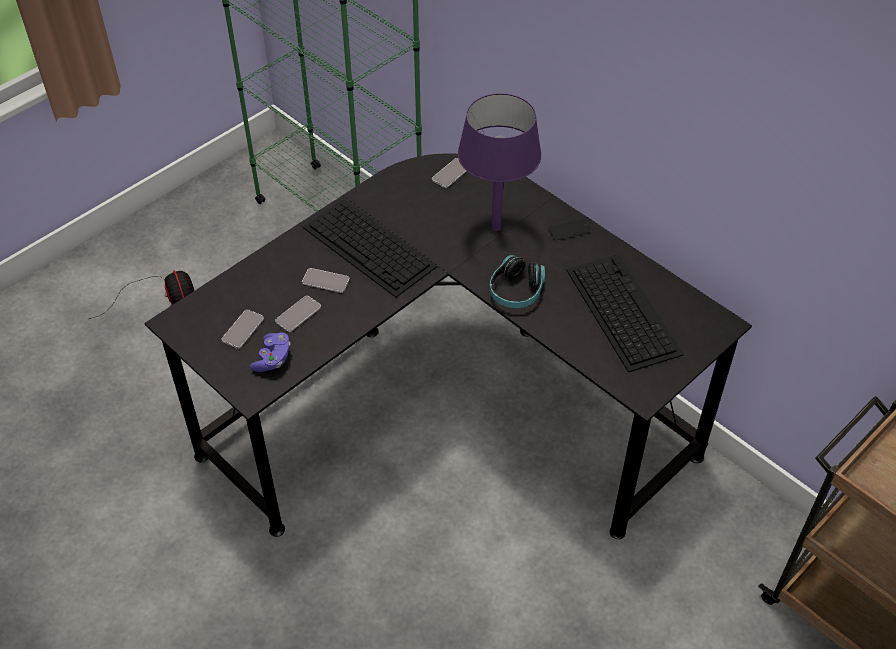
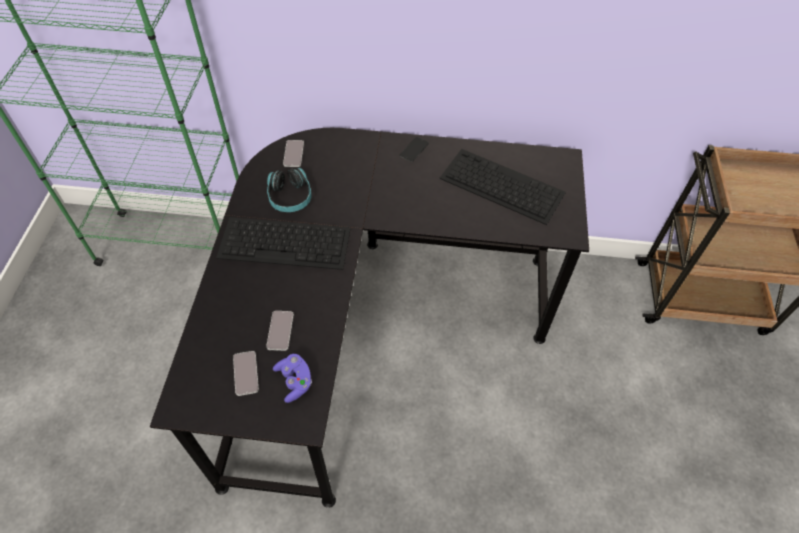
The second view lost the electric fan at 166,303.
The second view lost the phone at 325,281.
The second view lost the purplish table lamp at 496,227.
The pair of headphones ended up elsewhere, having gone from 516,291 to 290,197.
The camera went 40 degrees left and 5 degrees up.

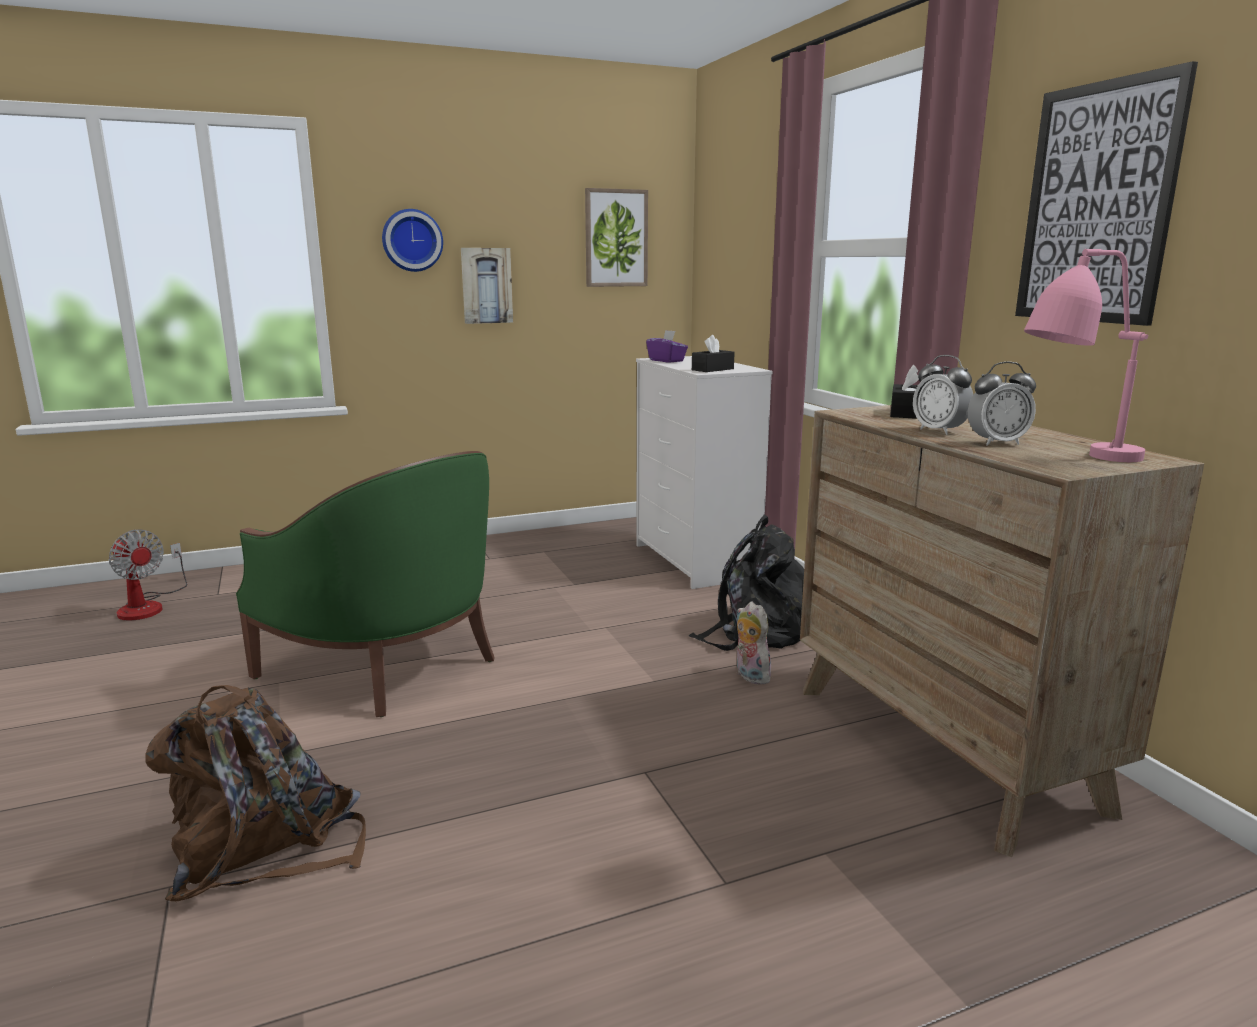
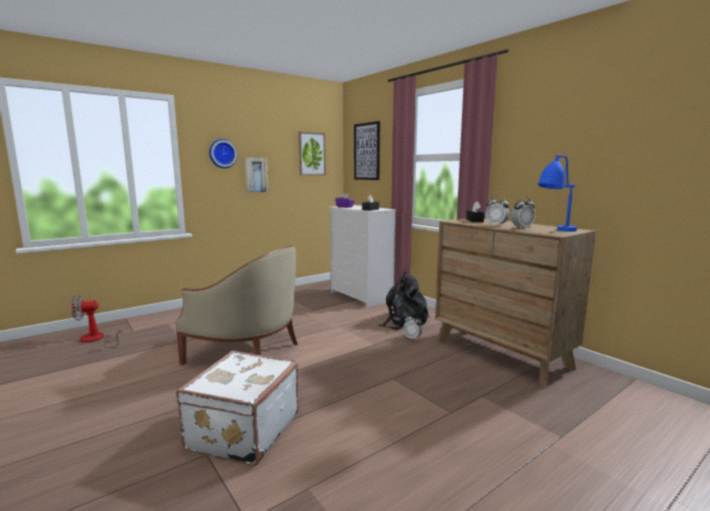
The electric fan at 148,606 ended up facing another way, 135 degrees clockwise from before.
Where the brownish rucksack stood at 265,846, the whitish piece of luggage came to stand at 242,431.
What was the green-coloured armchair at 386,664 turned into the beige armchair at 246,351.
Where the soft toy stood at 749,676, the table clock came to stand at 412,338.
The wall art ended up elsewhere, having gone from 1097,204 to 367,151.
What was the pink table lamp at 1072,460 turned into the blue table lamp at 555,231.
The camera went 15 degrees left and 5 degrees down.

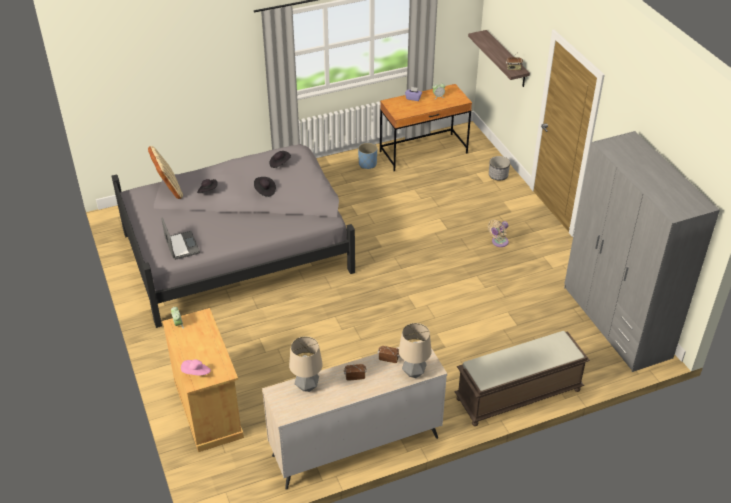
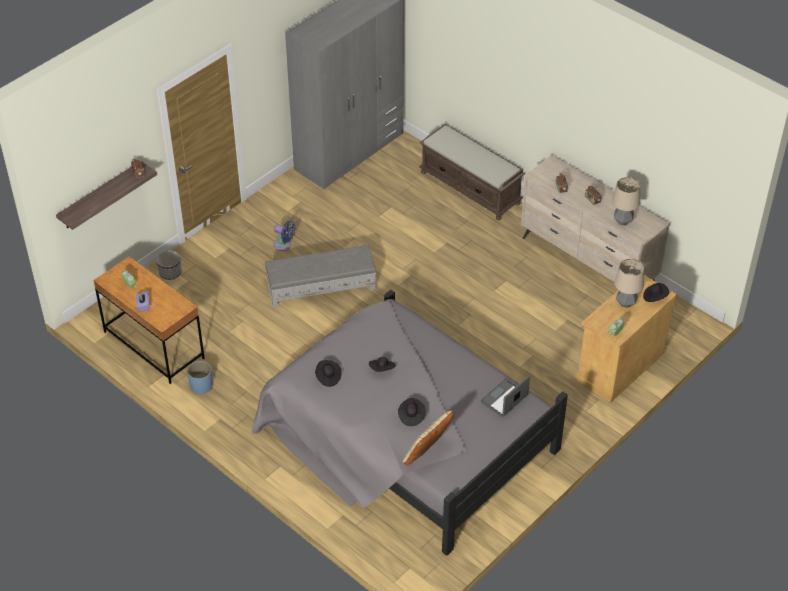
What was the pink wearable hat at 196,373 turned into the blackish wearable hat at 654,297.
The table lamp ended up elsewhere, having gone from 413,373 to 625,303.
What was the beige electric fan at 498,242 turned into the blue electric fan at 284,245.
The second view gained the gray footrest at 321,286.
The camera went 115 degrees left and 5 degrees up.

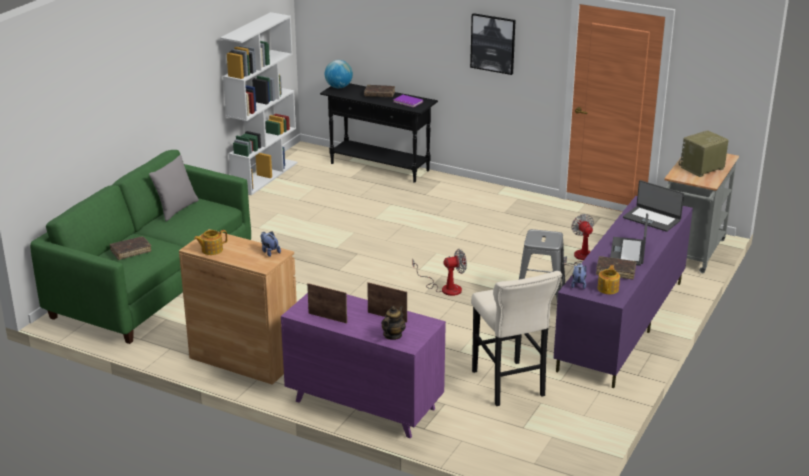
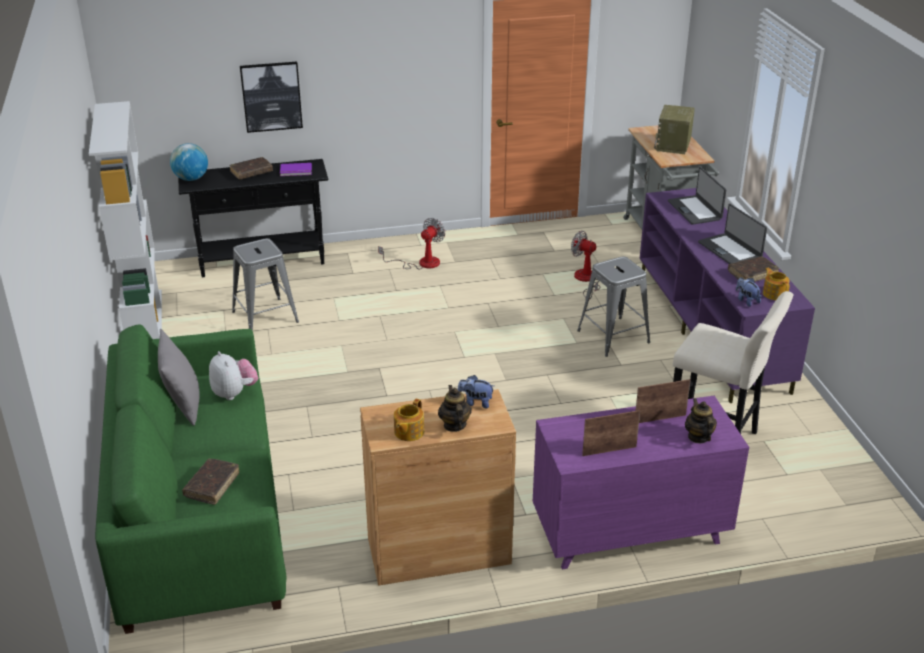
The electric fan ended up elsewhere, having gone from 445,288 to 421,263.
The wall art ended up elsewhere, having gone from 493,43 to 271,96.
The portable computer at 652,219 ended up facing another way, 75 degrees clockwise from before.
The second view gained the soft toy at 234,393.
The second view gained the gray stool at 265,317.
The second view gained the teapot at 454,425.
The camera went 40 degrees left and 5 degrees up.

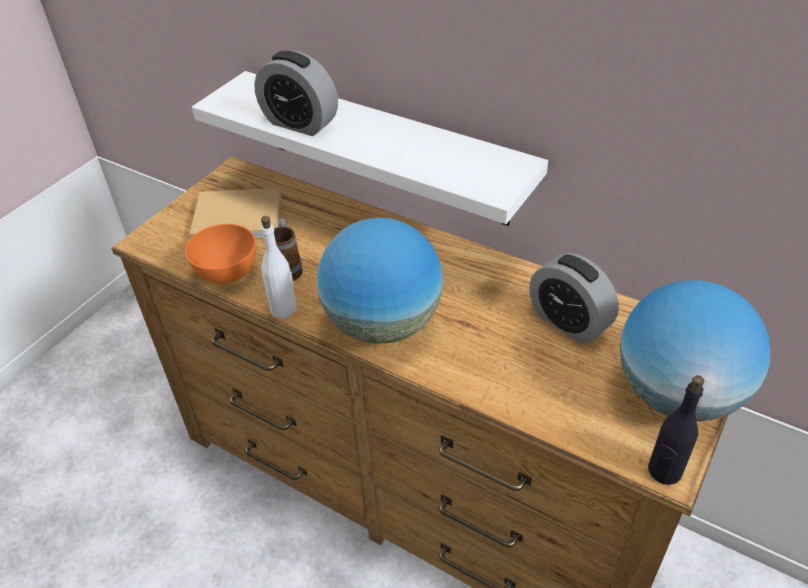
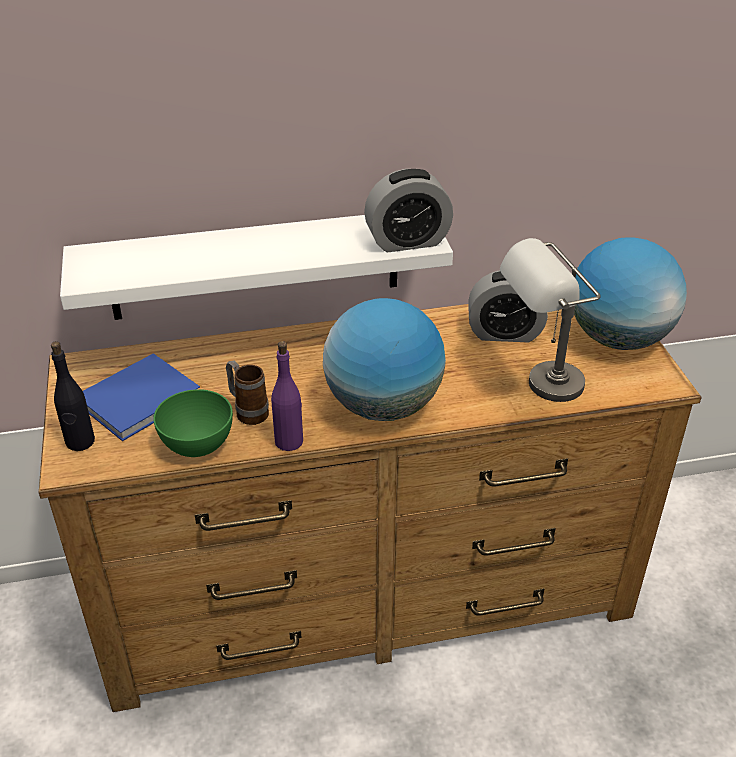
What was the orange deep dish at 228,273 turned into the green-coloured deep dish at 198,444.
What was the beige book at 241,217 turned into the blue book at 142,398.
The table clock ended up elsewhere, having gone from 300,123 to 407,241.
What was the whitish beverage bottle at 284,309 turned into the purplish beverage bottle at 289,441.
The blackish beverage bottle ended up elsewhere, having gone from 664,471 to 80,442.
The second view gained the gray table lamp at 539,389.
The camera went 45 degrees left and 5 degrees down.

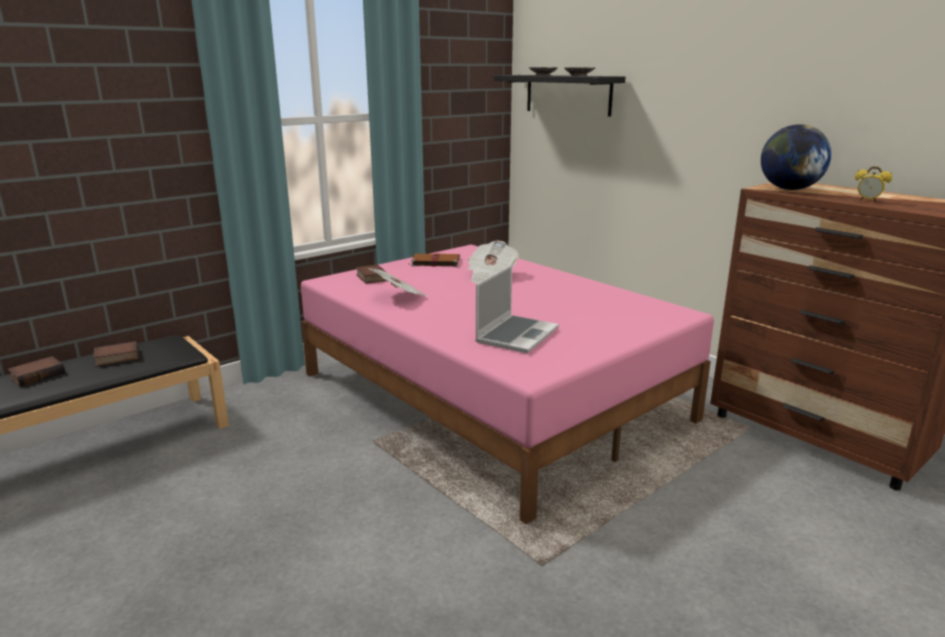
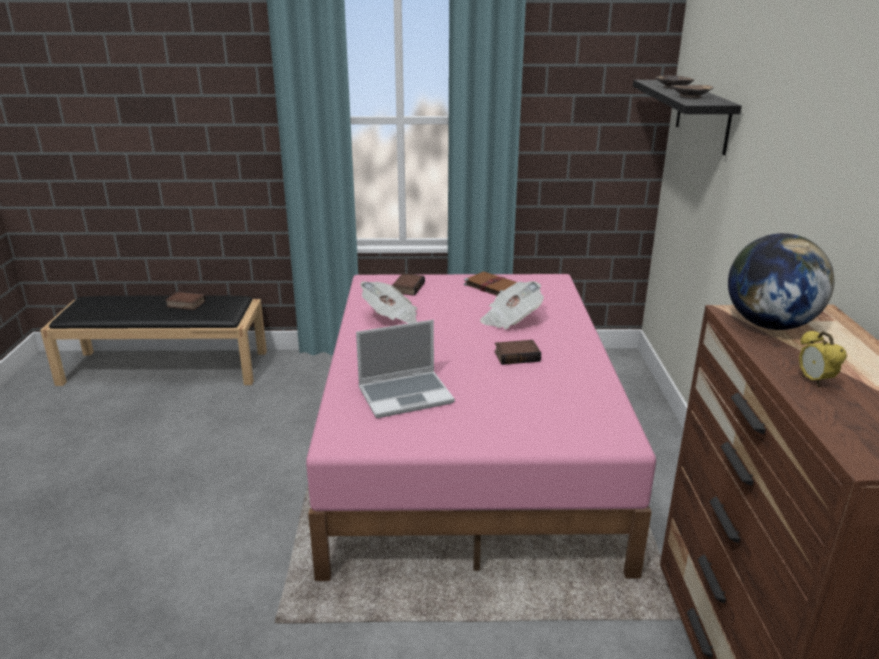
The book ended up elsewhere, having gone from 38,375 to 517,356.
The camera went 40 degrees right and 5 degrees up.

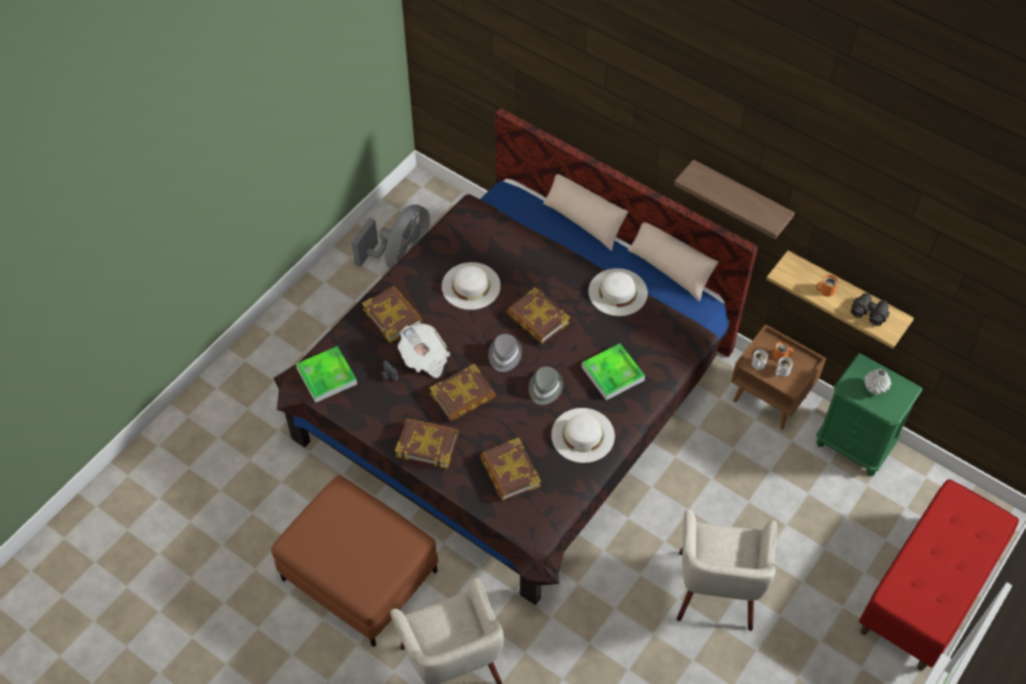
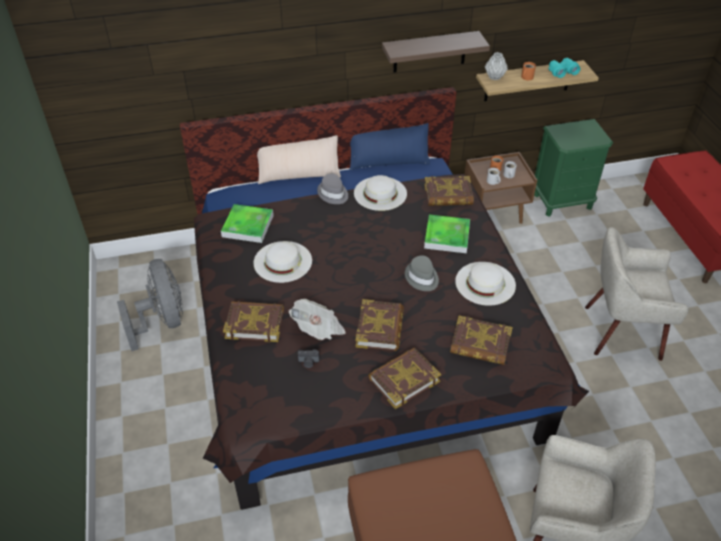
The carrying tray ended up elsewhere, having gone from 327,376 to 248,226.
The gray wearable hat ended up elsewhere, having gone from 504,355 to 333,194.
The book ended up elsewhere, having gone from 537,319 to 448,195.
What was the beige pillow at 670,269 turned into the blue pillow at 388,161.
The beige armchair at 716,591 ended up facing another way, 135 degrees clockwise from before.
What was the blackish field glasses at 869,312 turned into the turquoise-coloured field glasses at 562,72.
The gray flower vase ended up elsewhere, having gone from 874,388 to 494,77.
The camera went 50 degrees left and 10 degrees down.

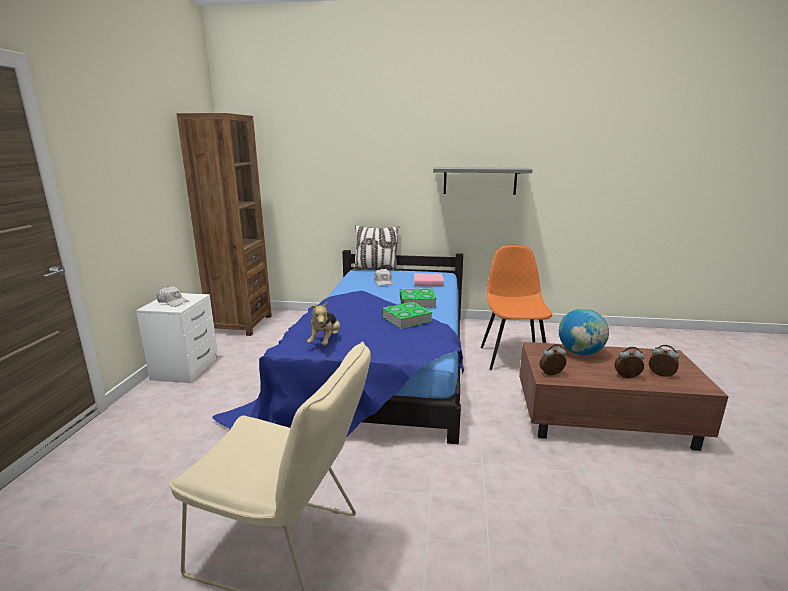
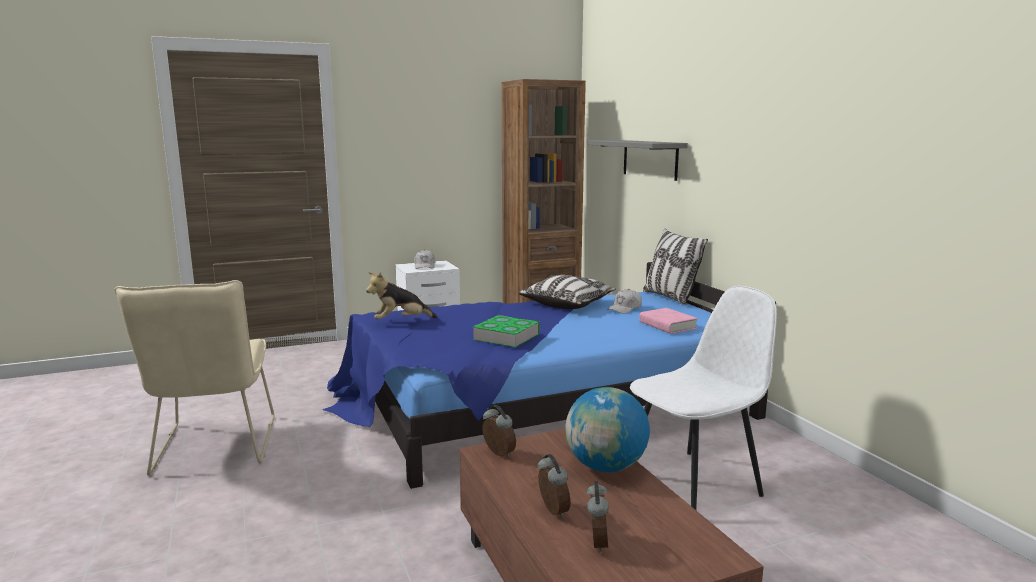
The second view lost the book at 417,302.
The gray shelf ended up elsewhere, having gone from 480,180 to 650,159.
What was the orange plain chair at 513,357 turned into the whitish plain chair at 694,483.
The second view gained the pillow at 567,304.
The camera went 60 degrees right and 5 degrees down.

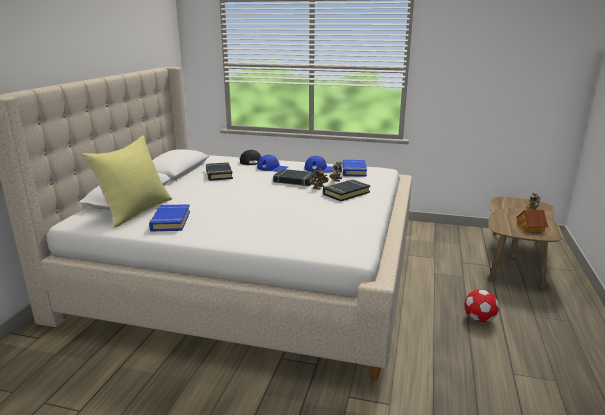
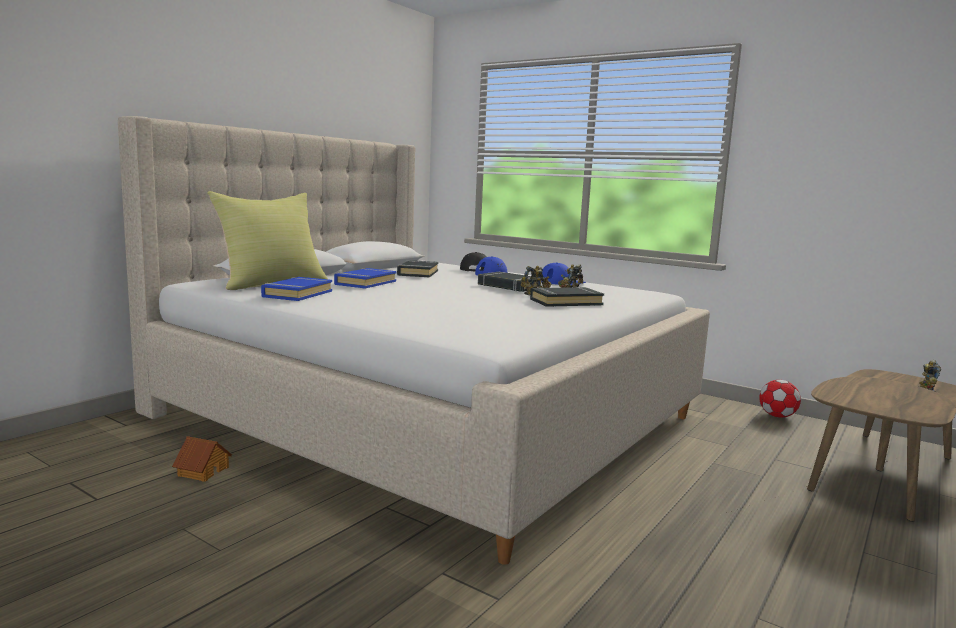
The blue book ended up elsewhere, having gone from 354,171 to 365,283.
The ball for football ended up elsewhere, having gone from 479,319 to 777,416.
The toy house ended up elsewhere, having gone from 530,227 to 202,471.
The camera went 20 degrees right and 10 degrees down.

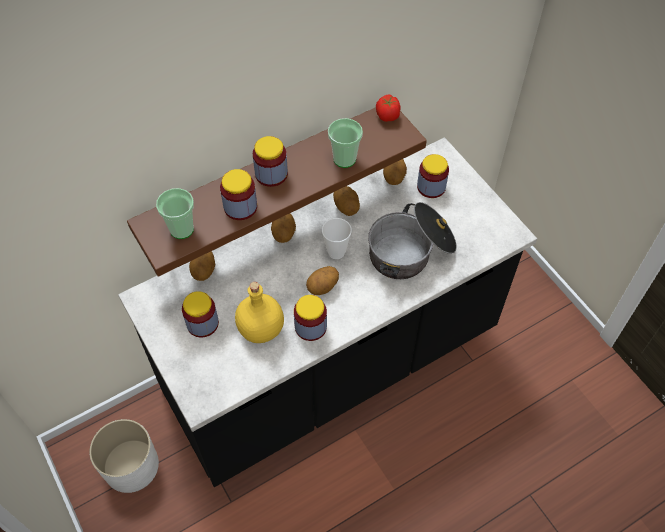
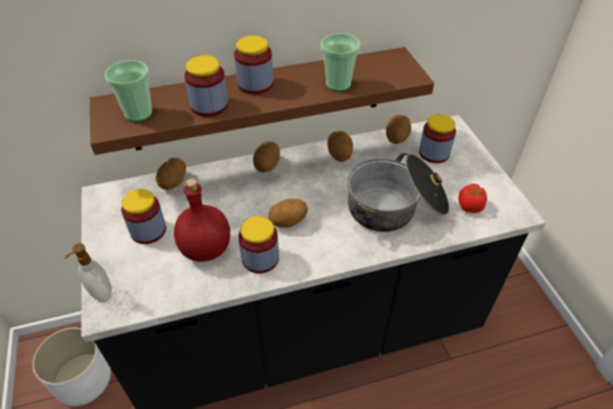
What was the yellow-coloured beverage bottle at 261,328 turned into the red beverage bottle at 206,248.
The second view lost the small cup at 336,252.
The fresh tomato ended up elsewhere, having gone from 387,116 to 469,207.
The second view gained the soap dispenser at 100,294.
The camera went 15 degrees right and 10 degrees down.

